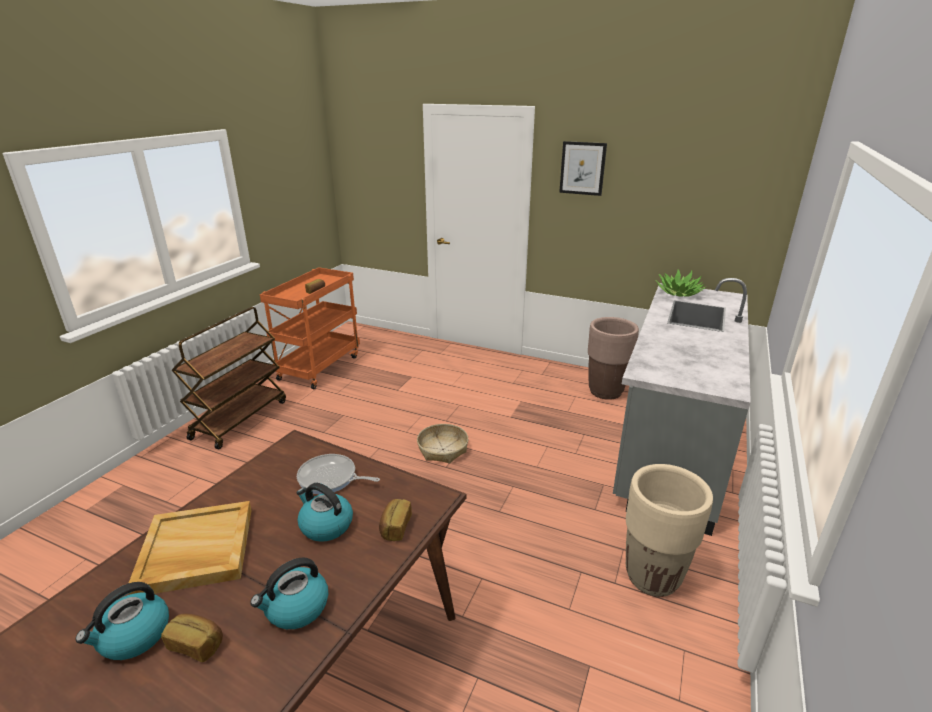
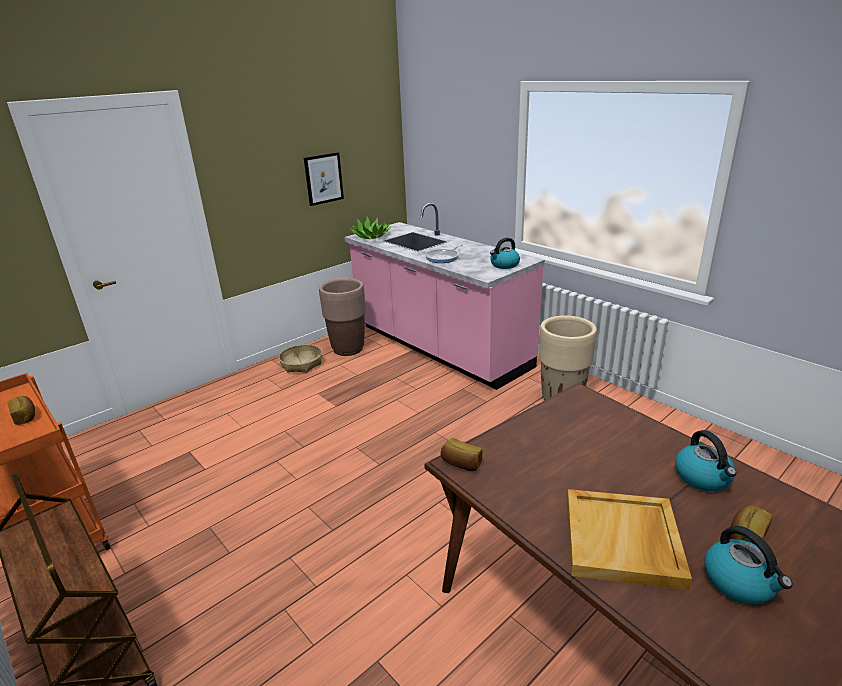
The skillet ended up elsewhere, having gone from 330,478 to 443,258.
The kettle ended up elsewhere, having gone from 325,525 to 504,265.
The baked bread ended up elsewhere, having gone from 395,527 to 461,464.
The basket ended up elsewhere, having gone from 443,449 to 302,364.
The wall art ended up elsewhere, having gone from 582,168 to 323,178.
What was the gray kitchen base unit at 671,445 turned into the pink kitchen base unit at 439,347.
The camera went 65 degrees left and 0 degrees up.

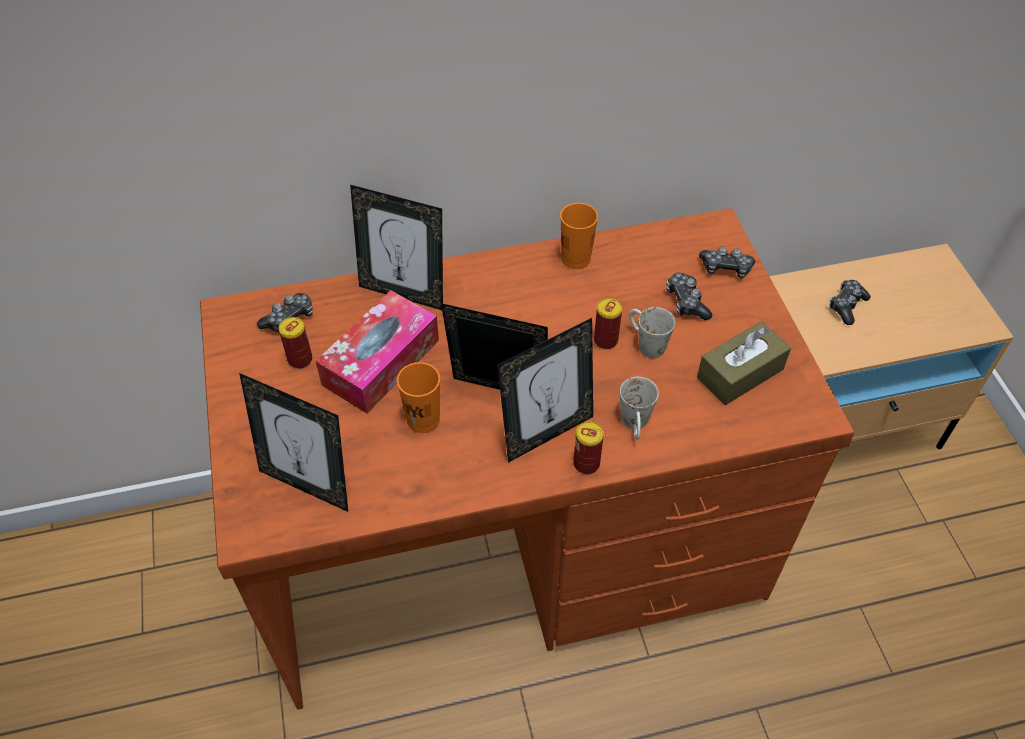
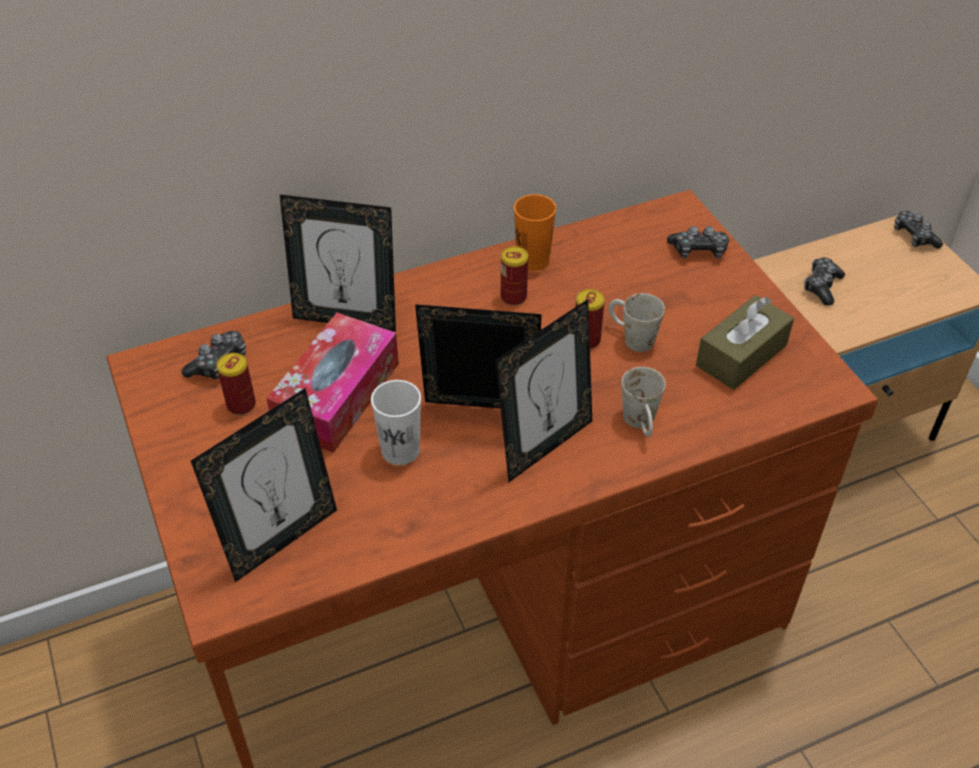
The picture frame at 308,484 ended up facing another way, 60 degrees counterclockwise from before.
What was the orange small cup at 423,419 turned into the whitish small cup at 400,450.
The sealed can ended up elsewhere, having gone from 586,463 to 513,297.
The gamepad ended up elsewhere, having gone from 686,302 to 914,236.
The camera went 10 degrees left and 5 degrees down.

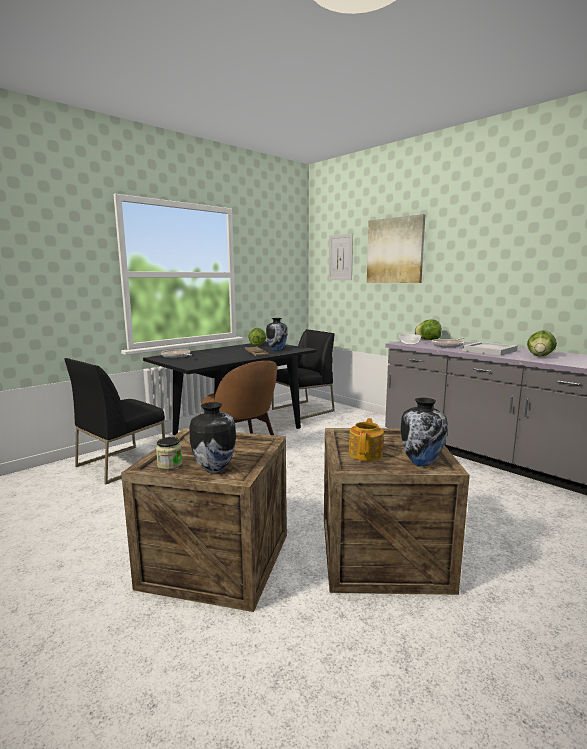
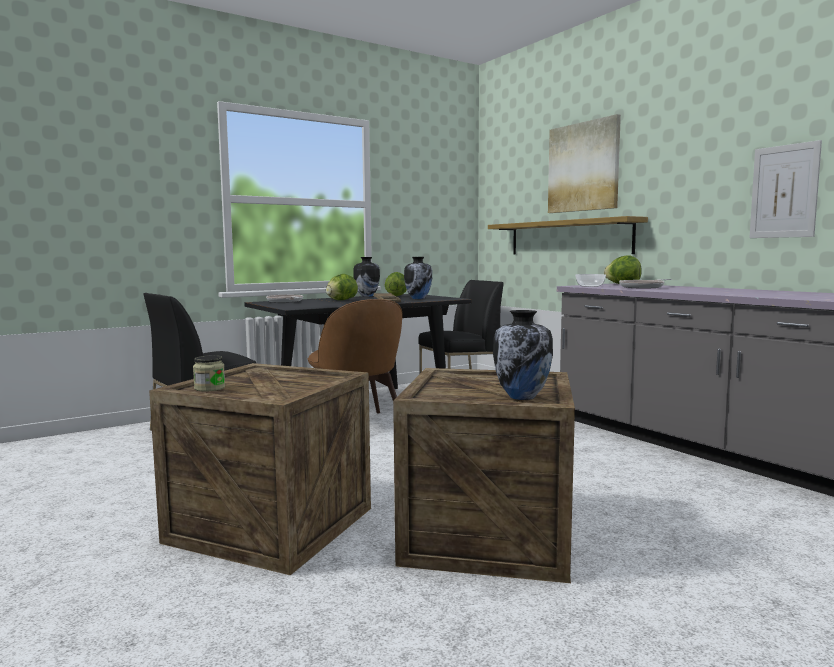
The flower vase ended up elsewhere, having gone from 214,468 to 366,296.
The wall art ended up elsewhere, having gone from 340,257 to 784,191.
The second view lost the teapot at 366,454.
The second view lost the whitish carrying tray at 488,351.
The head of lettuce ended up elsewhere, having gone from 540,356 to 341,300.
The second view gained the shelf at 568,238.
The camera went 10 degrees right and 5 degrees down.

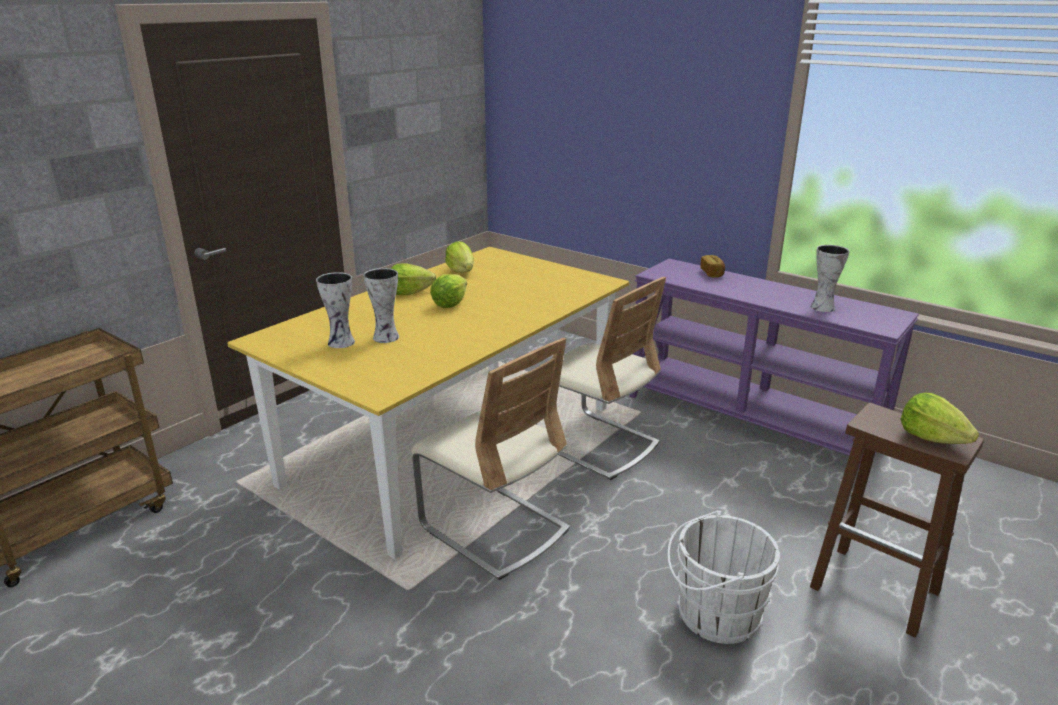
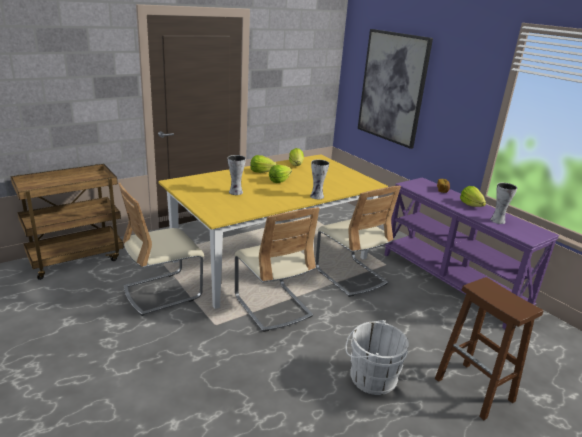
The flower vase ended up elsewhere, having gone from 342,342 to 317,196.
The head of lettuce ended up elsewhere, having gone from 931,438 to 471,205.
The second view gained the beige plain chair at 162,292.
The second view gained the wall art at 392,87.
The camera went 15 degrees right and 0 degrees up.

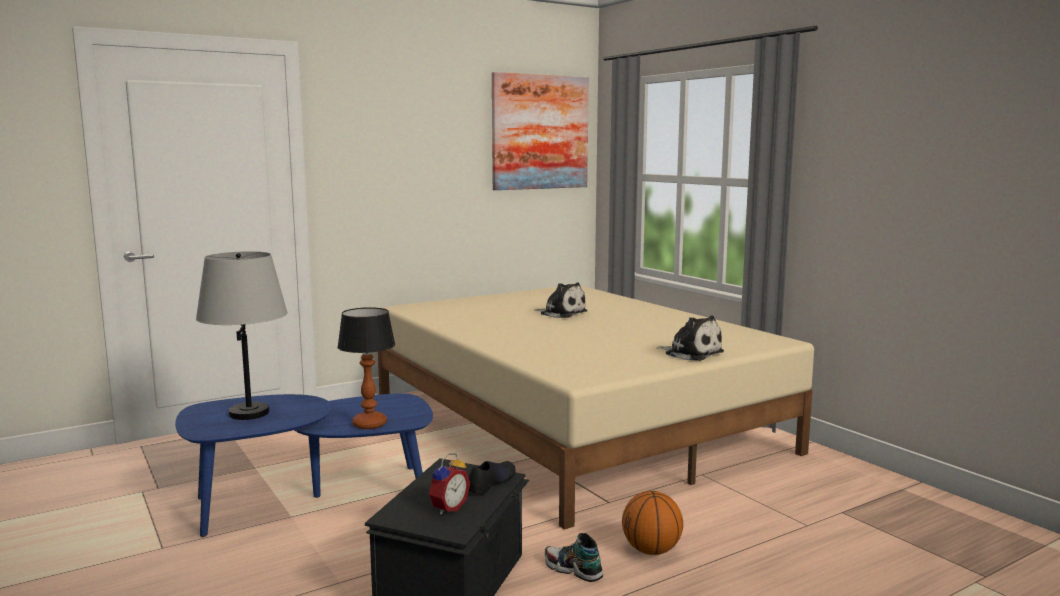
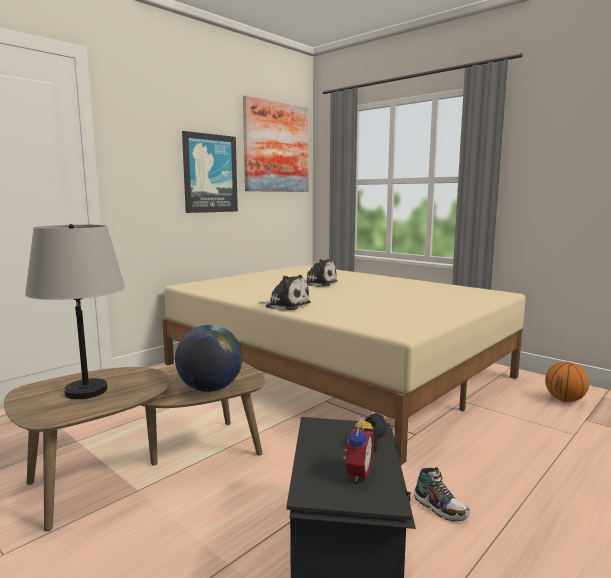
What was the blue coffee table at 313,498 turned into the brownish coffee table at 151,466.
Where the table lamp stood at 369,424, the desk globe came to stand at 210,389.
The shoe at 573,570 ended up facing another way, 150 degrees counterclockwise from before.
The ball for basketball ended up elsewhere, having gone from 651,550 to 564,400.
The soft toy ended up elsewhere, having gone from 691,353 to 286,305.
The second view gained the wall art at 210,173.
The camera went 15 degrees left and 0 degrees up.

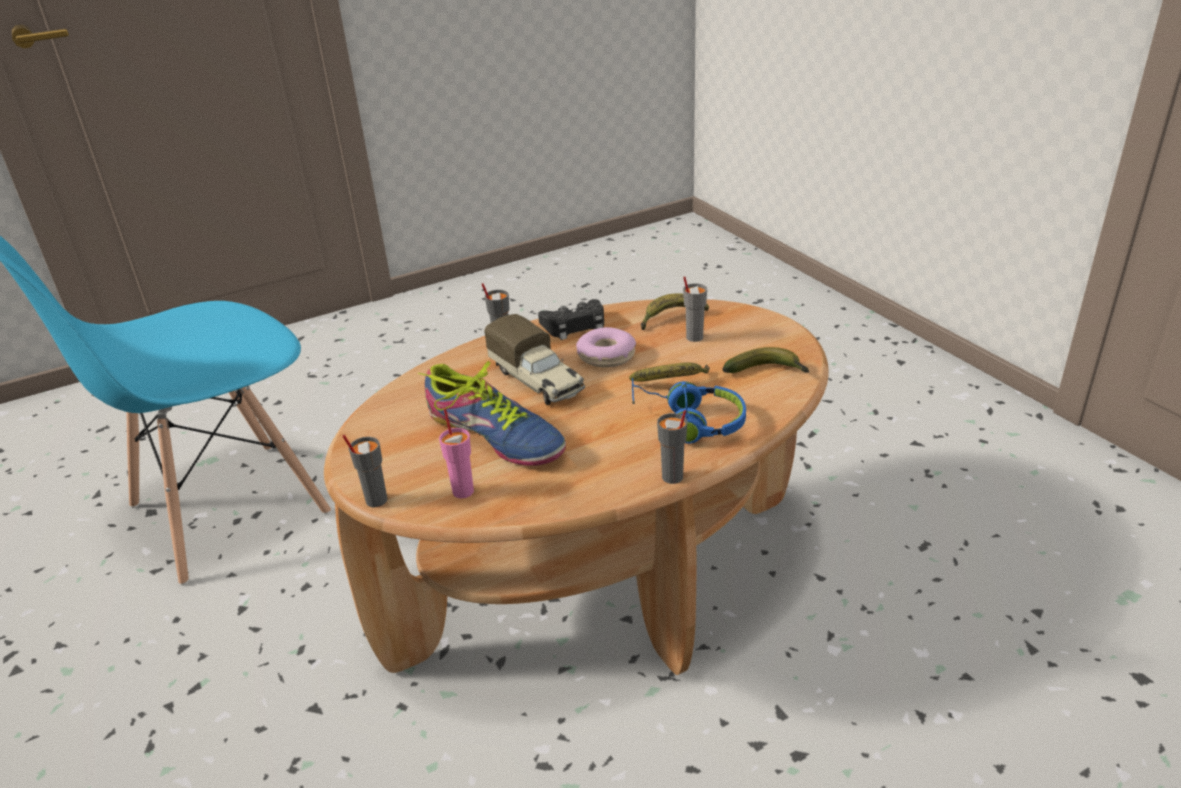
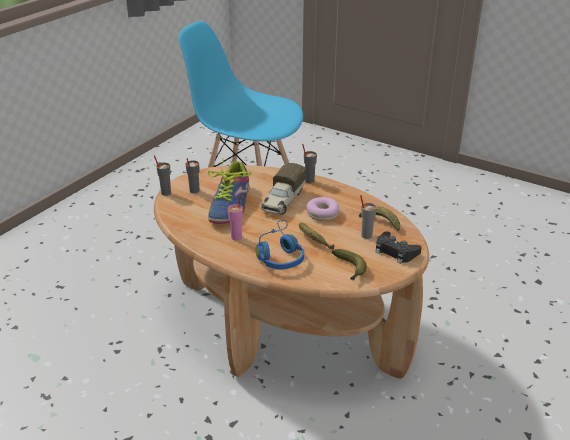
The pink small cup ended up elsewhere, having gone from 463,491 to 236,237.
The blackish gamepad ended up elsewhere, having gone from 575,326 to 395,252.
The gray small cup ended up elsewhere, having gone from 672,477 to 194,191.
The camera went 60 degrees right and 0 degrees up.

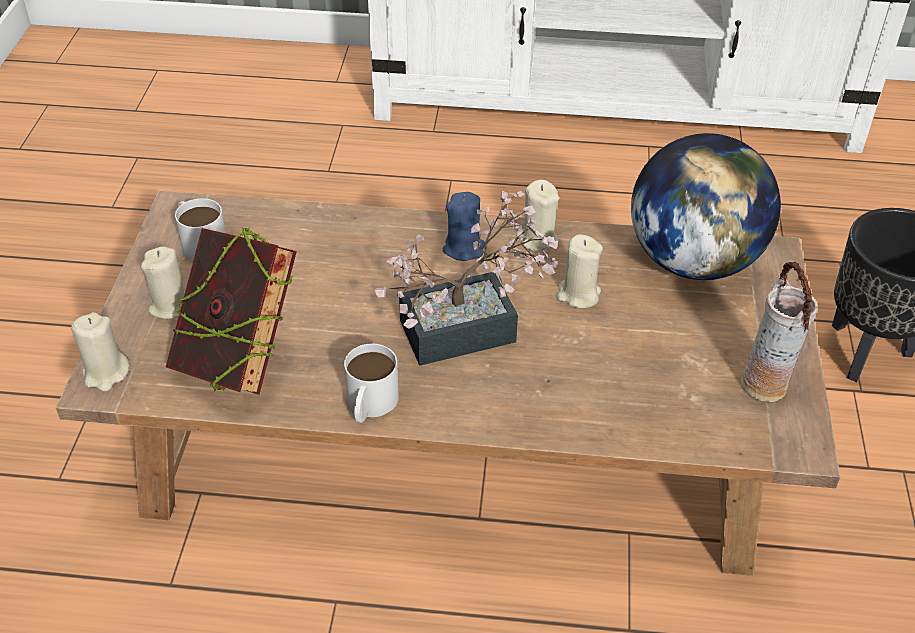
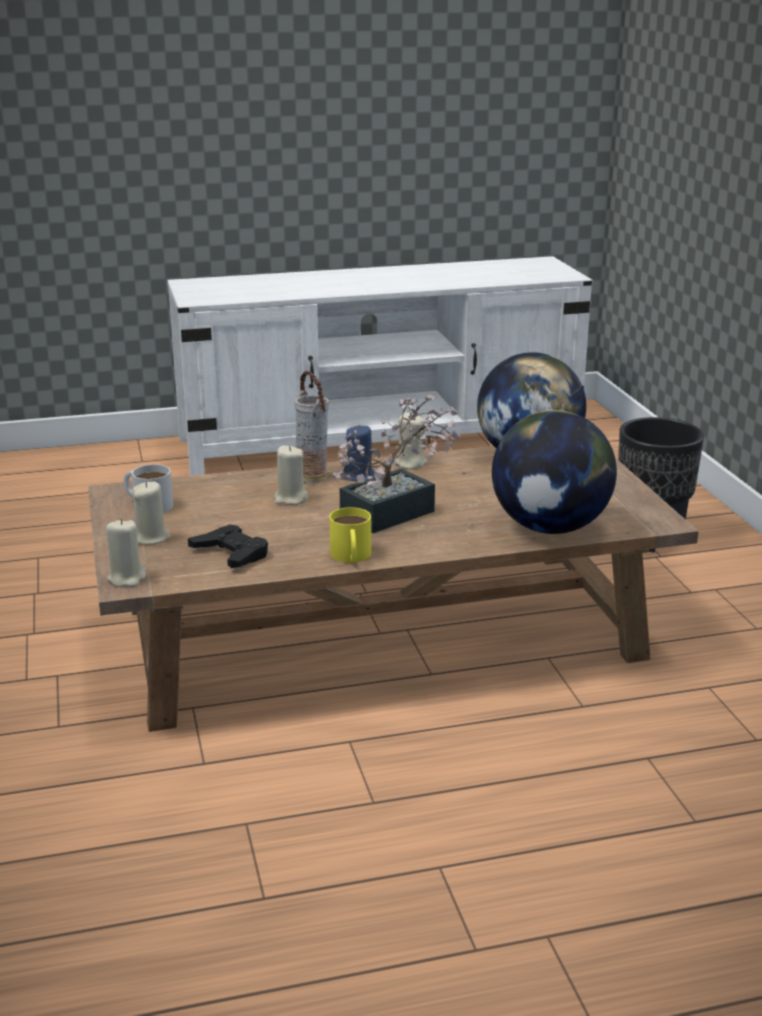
Where the book stood at 239,360, the blackish gamepad came to stand at 231,553.
What was the whitish tea mug at 369,405 turned into the yellow-coloured tea mug at 351,557.
The beige candle ended up elsewhere, having gone from 578,294 to 290,499.
The flower vase ended up elsewhere, having gone from 766,385 to 312,477.
The second view gained the desk globe at 550,528.
The camera went 20 degrees left and 20 degrees down.

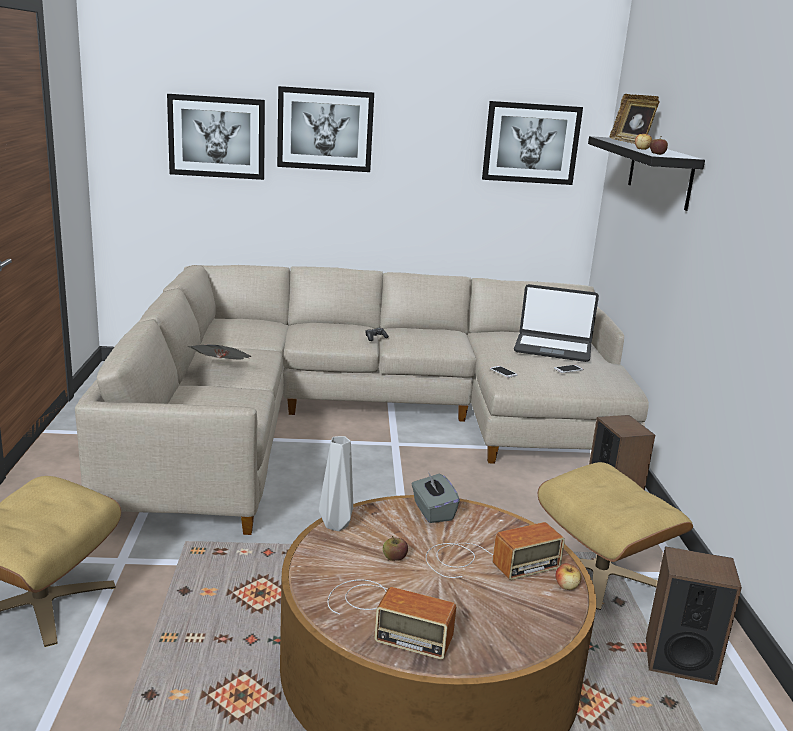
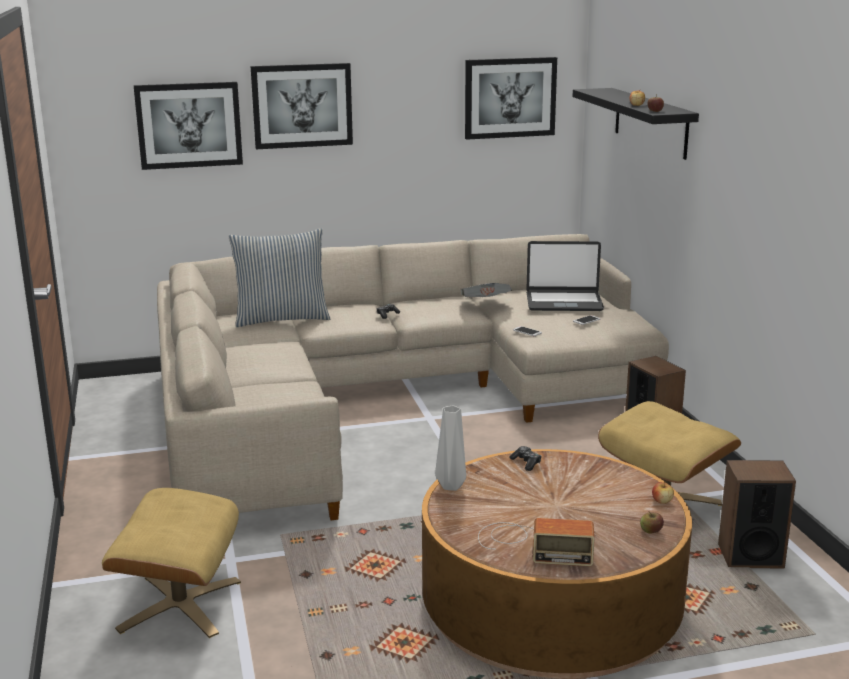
The newspaper ended up elsewhere, having gone from 222,368 to 485,305.
The apple ended up elsewhere, having gone from 394,558 to 651,531.
Where the gray box of tissues stood at 432,511, the gamepad came to stand at 526,463.
The second view lost the radio receiver at 486,561.
The second view lost the picture frame at 631,142.
The second view gained the pillow at 281,319.
The camera went 10 degrees left and 0 degrees up.

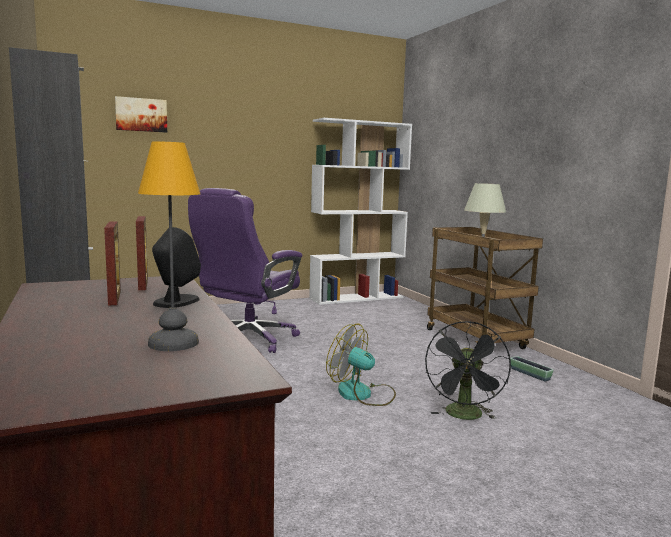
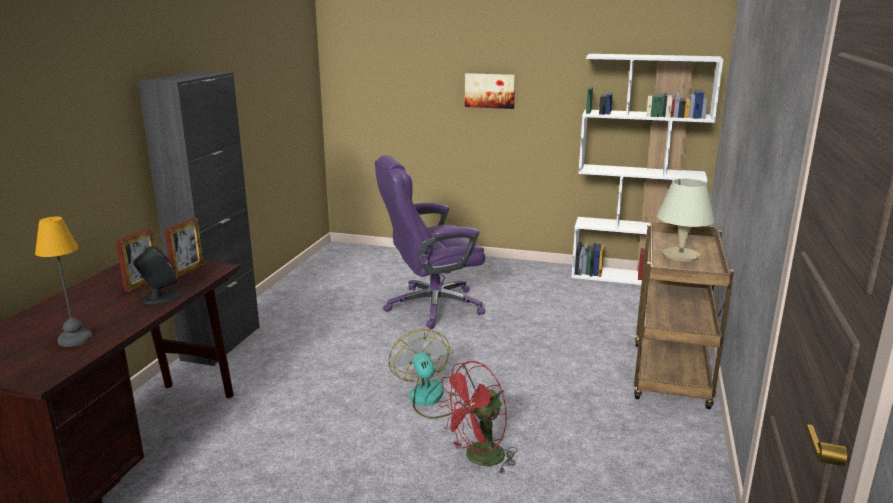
The wall art ended up elsewhere, having gone from 141,115 to 490,90.
What was the blackish electric fan at 465,416 turned into the red electric fan at 478,459.
The second view lost the planter at 530,374.
The camera went 40 degrees right and 10 degrees up.

